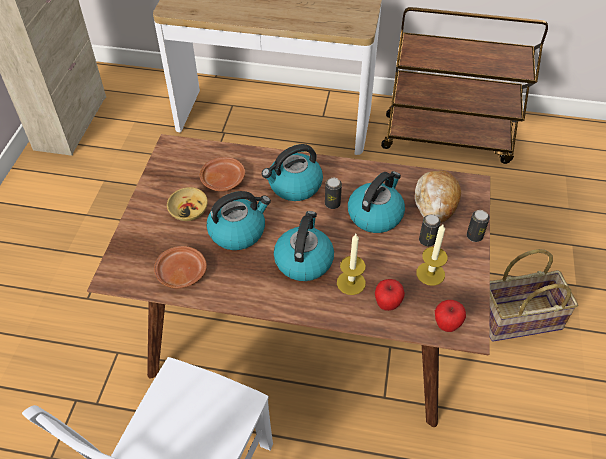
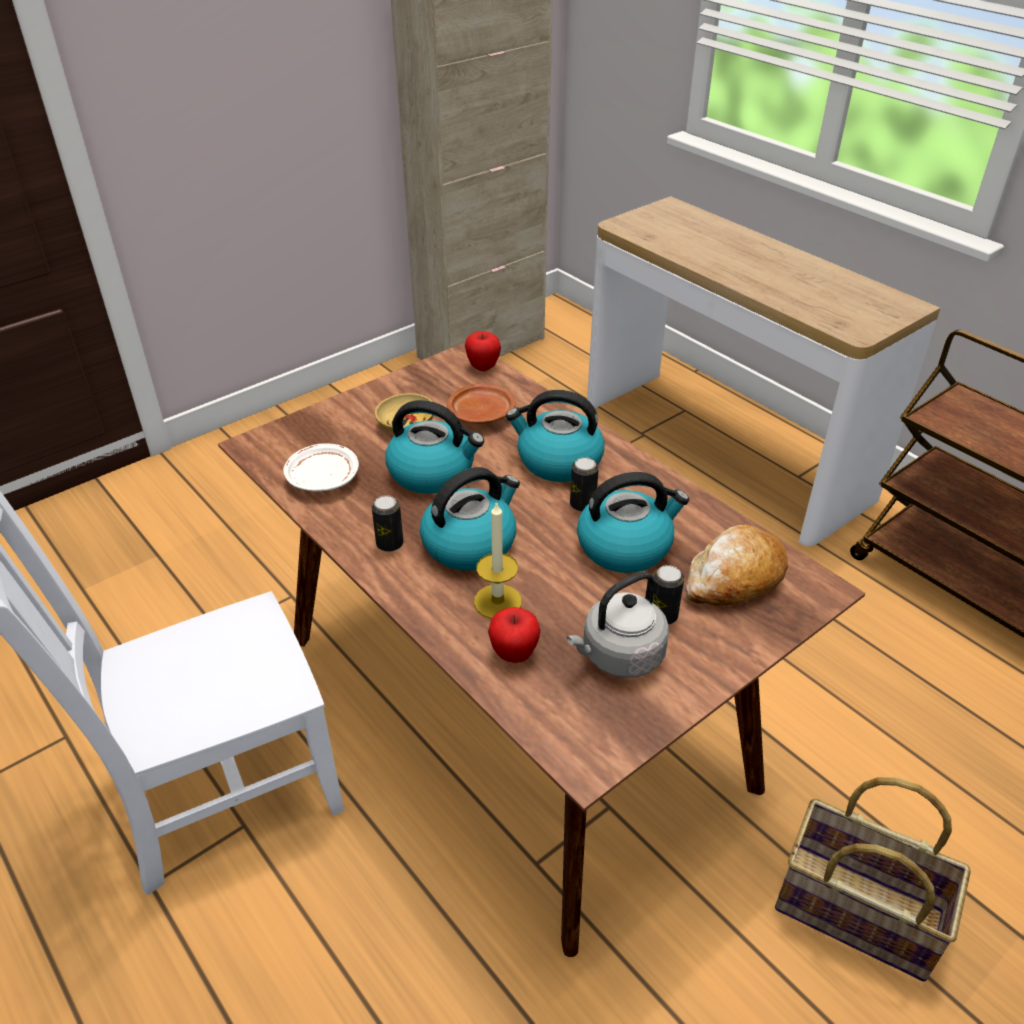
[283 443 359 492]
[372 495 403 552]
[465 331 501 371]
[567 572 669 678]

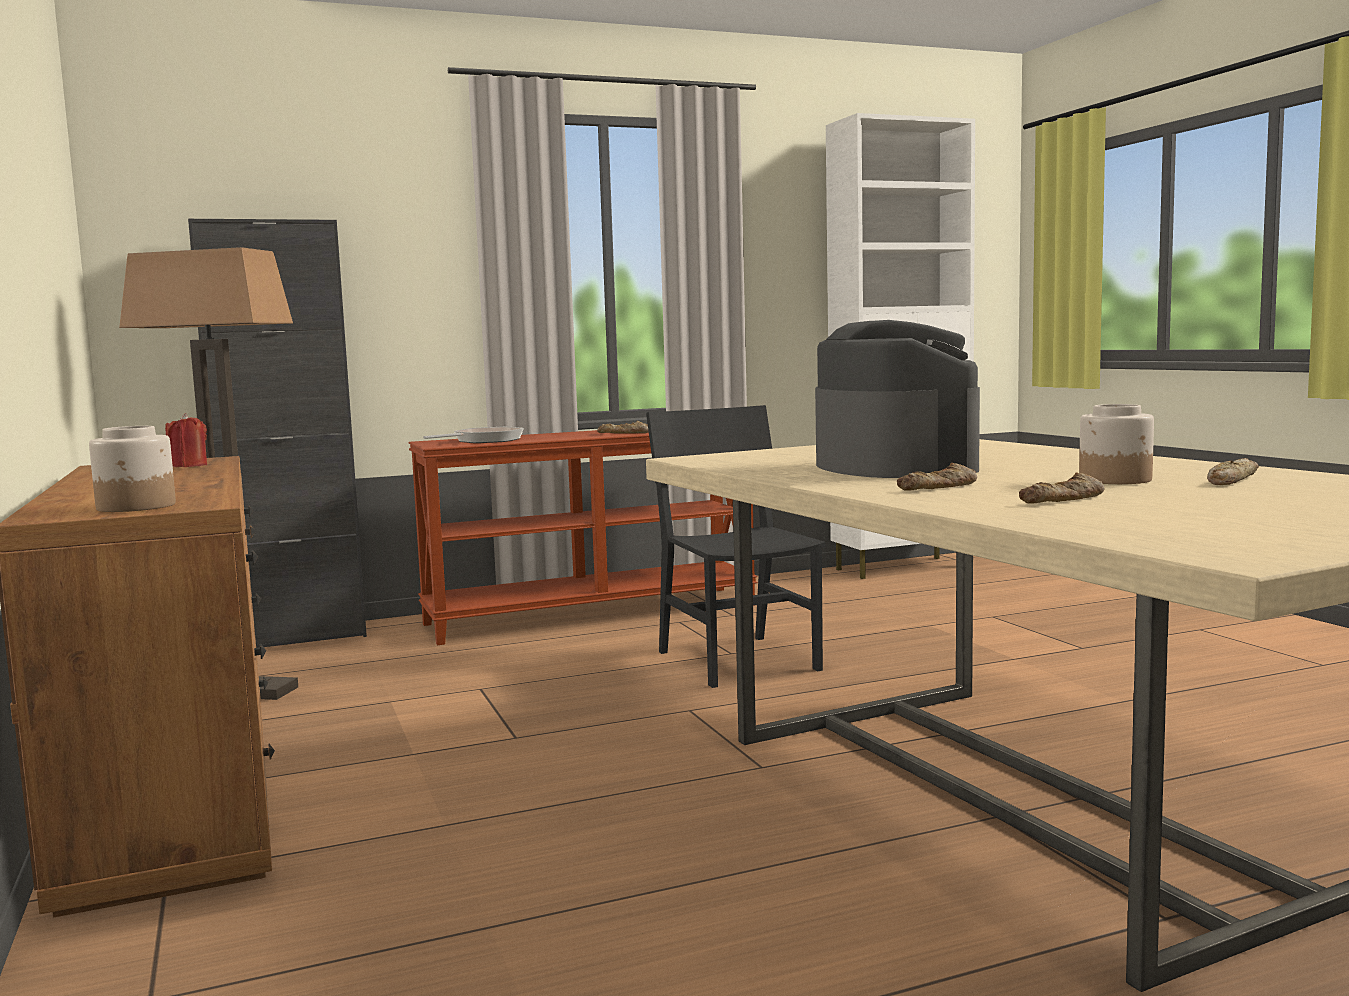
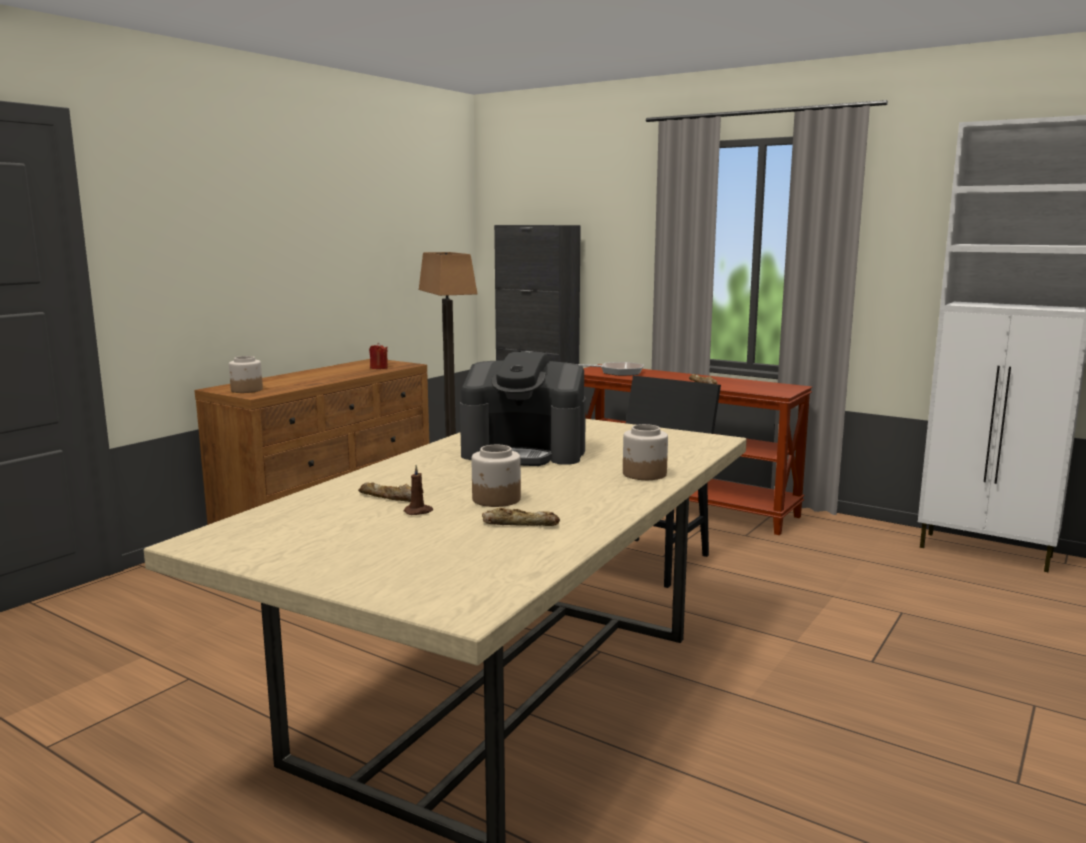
[404 465 433 515]
[460 352 586 466]
[623 424 668 480]
[897 463 977 491] (first image)

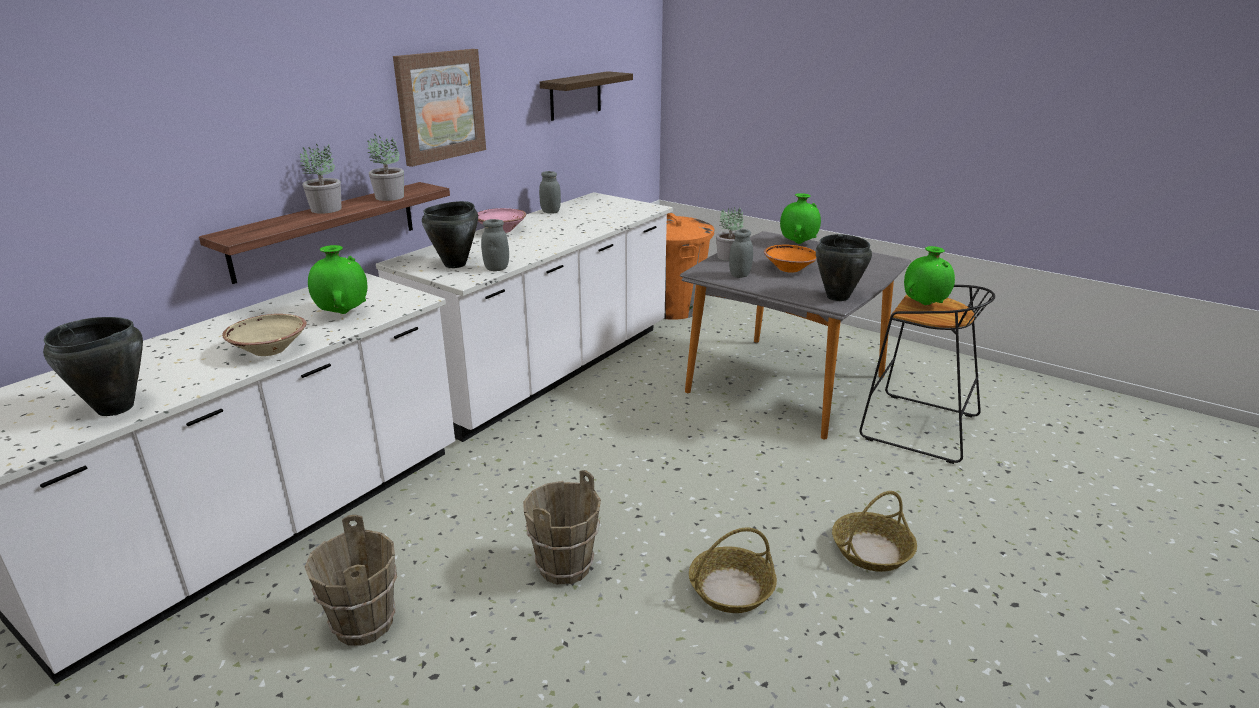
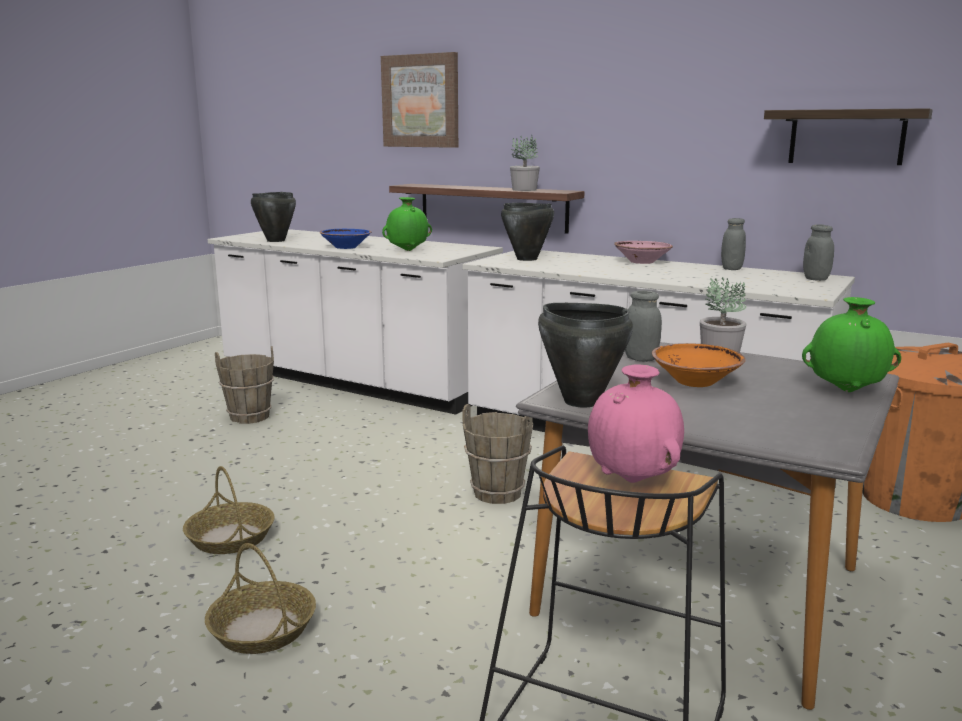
[320 229 371 249]
[381 52 458 148]
[463 404 533 504]
[588 364 684 483]
[803 224 834 281]
[300 144 341 214] (first image)

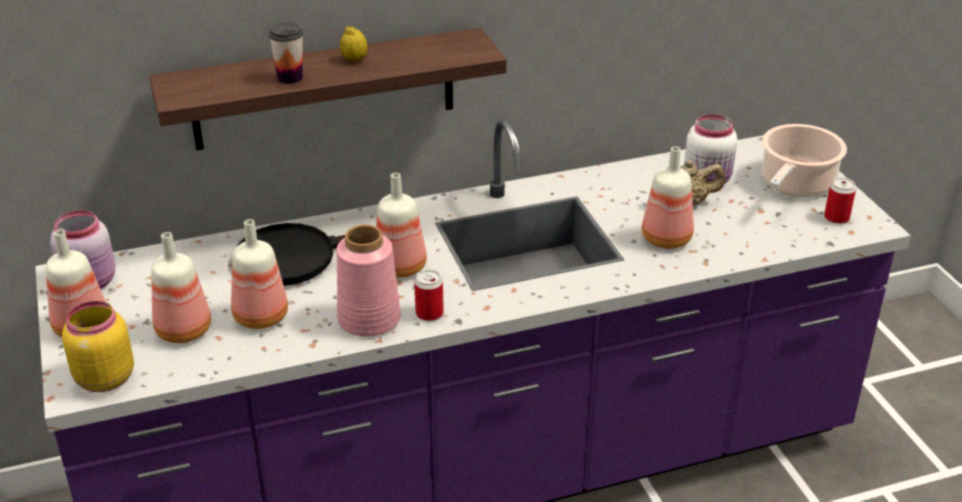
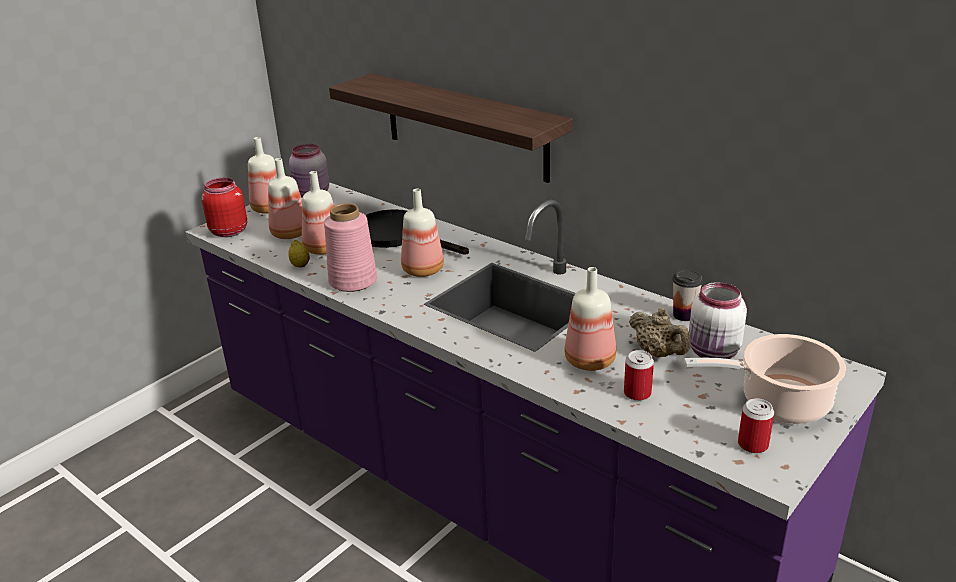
[201 178 247 237]
[288 240 310 268]
[624 350 654 401]
[673 269 703 321]

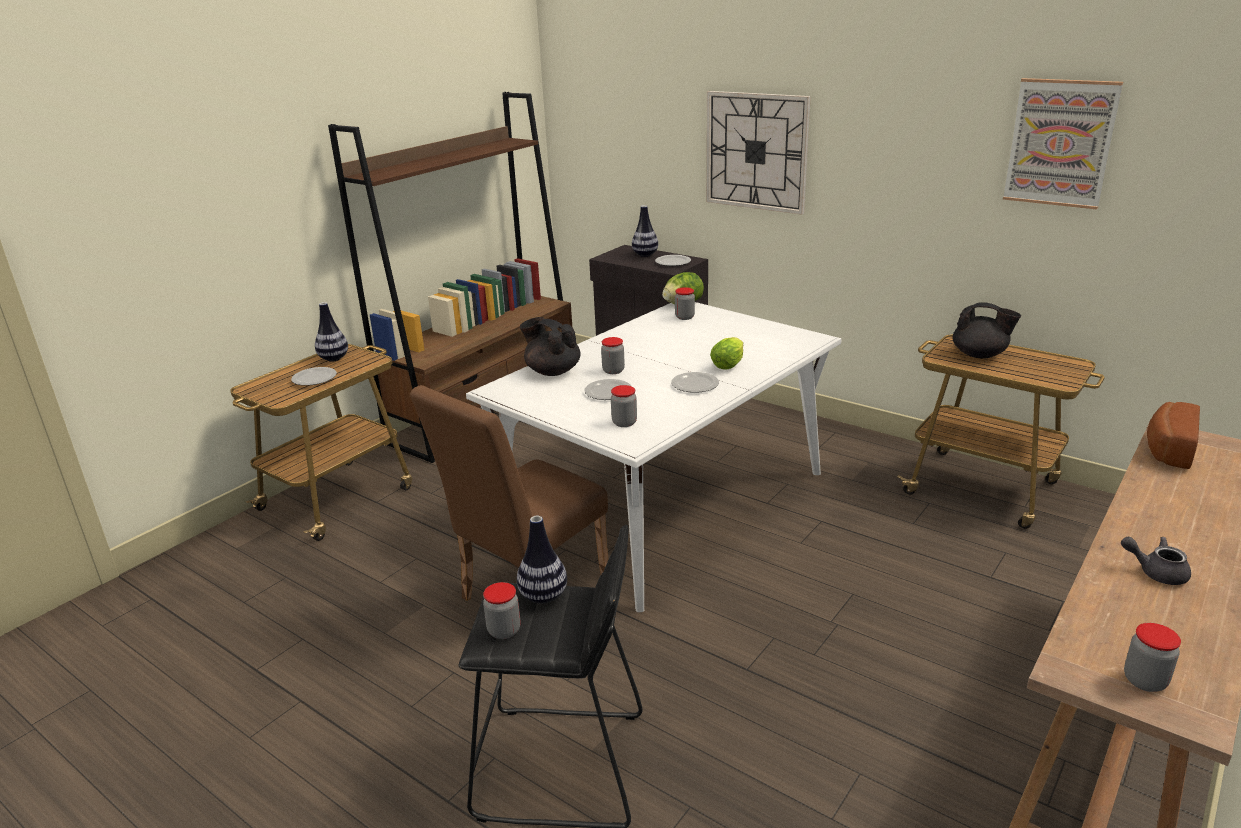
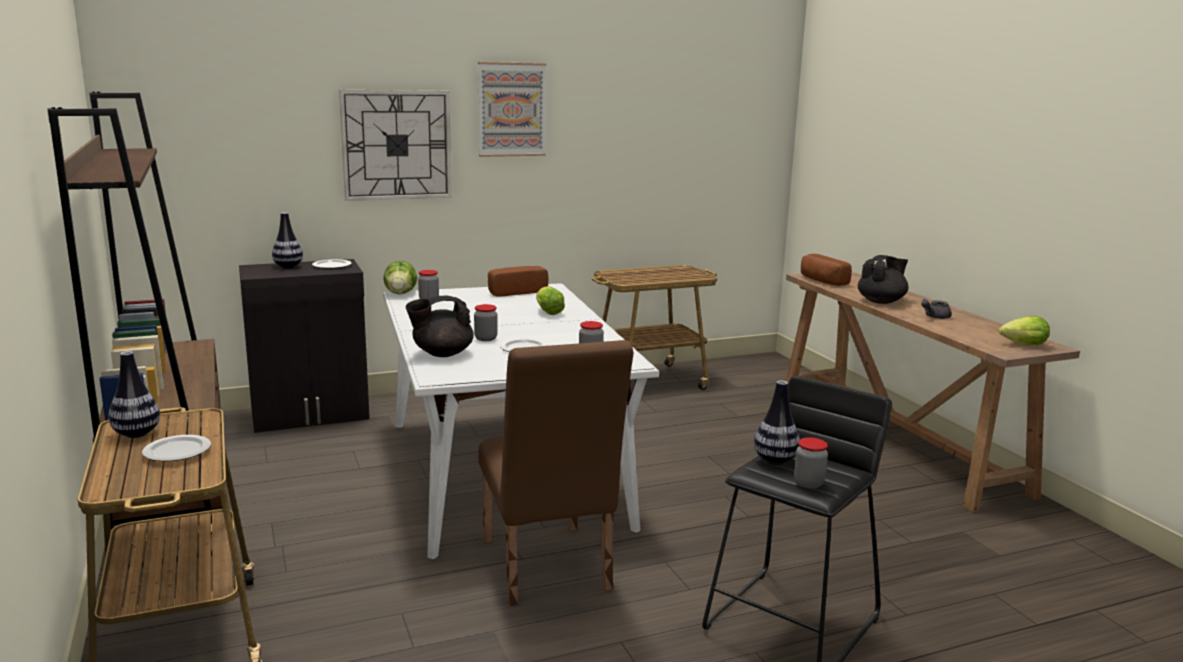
[478 62 546 157]
[488 266 549 297]
[858 255 909 304]
[999 316 1050 345]
[671 372 719 393] (first image)

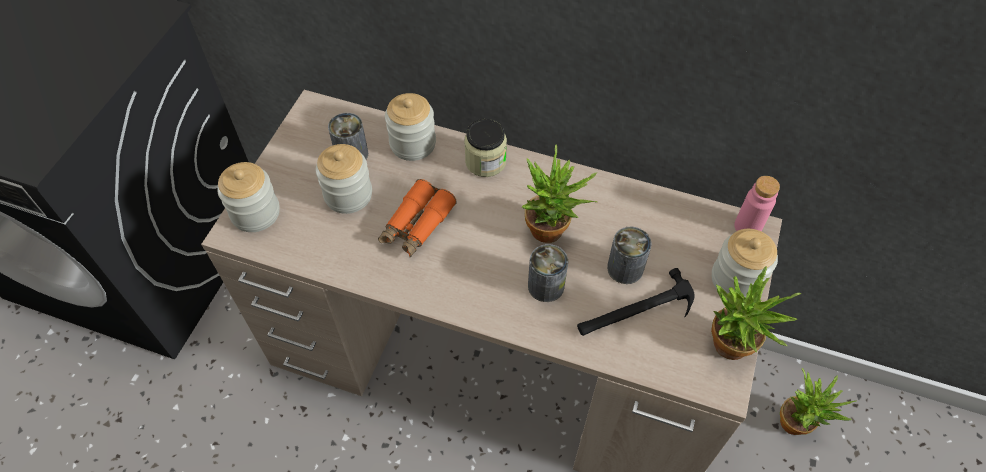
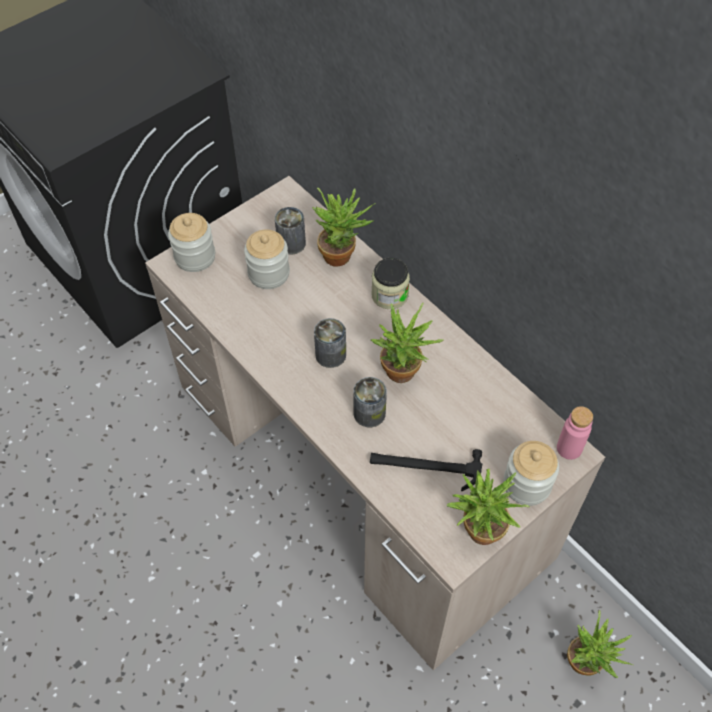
[312 187 376 267]
[314 318 346 368]
[378 179 457 257] (first image)

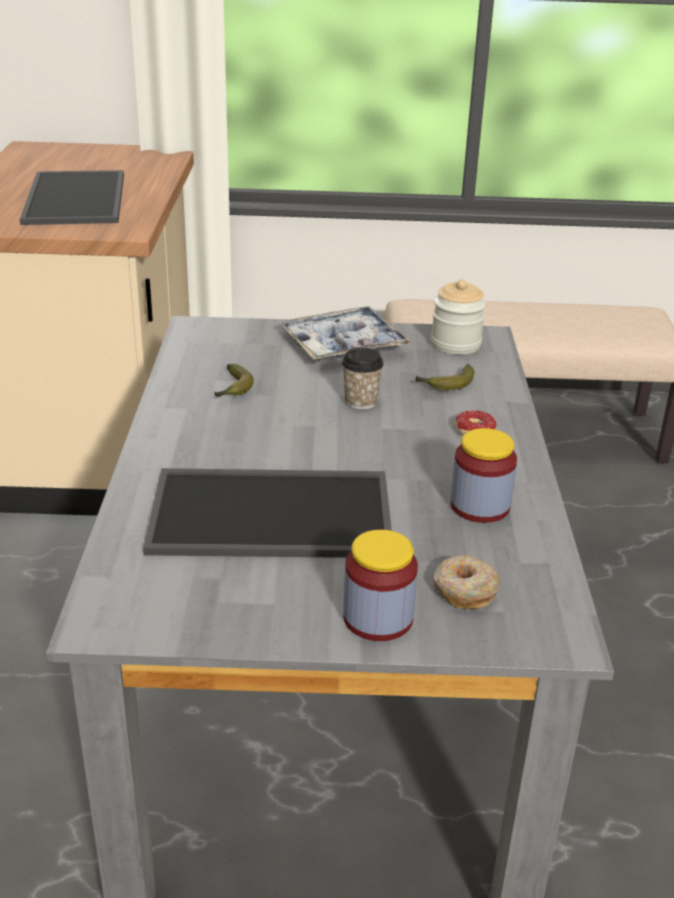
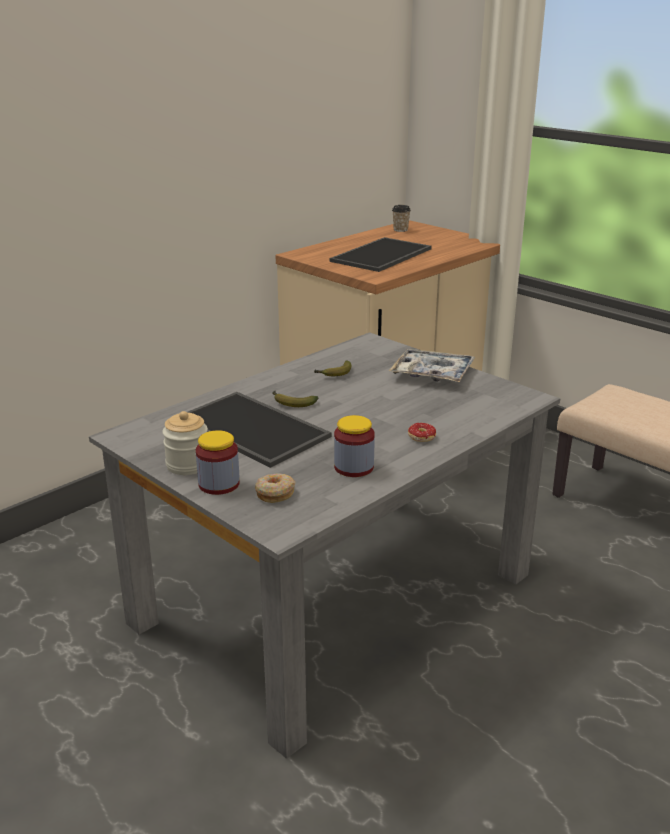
[162 411 208 475]
[272 391 319 407]
[392 205 411 232]

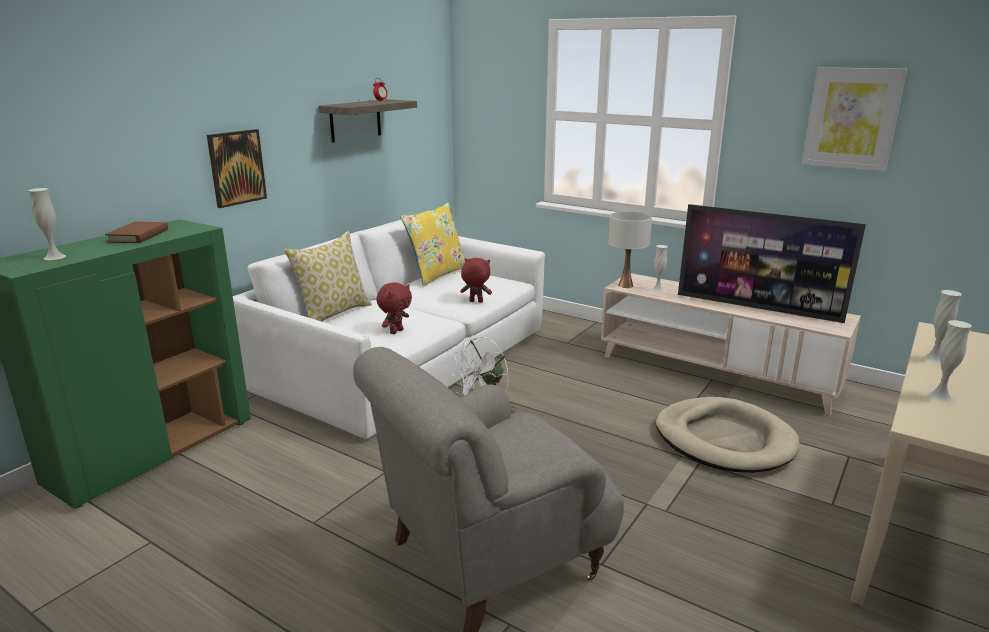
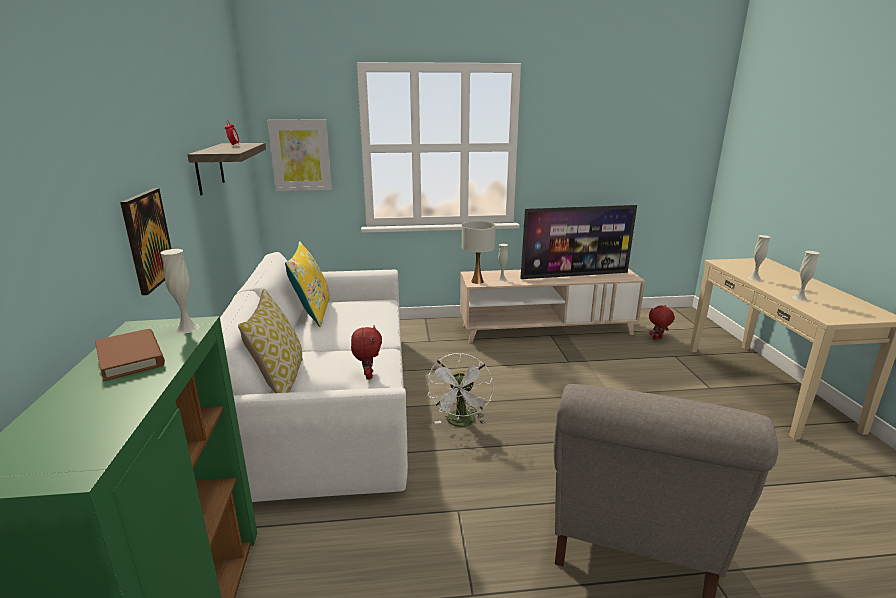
[160 249 200 334]
[267 119 332 191]
[649 305 675 340]
[655 397 799 473] (first image)

